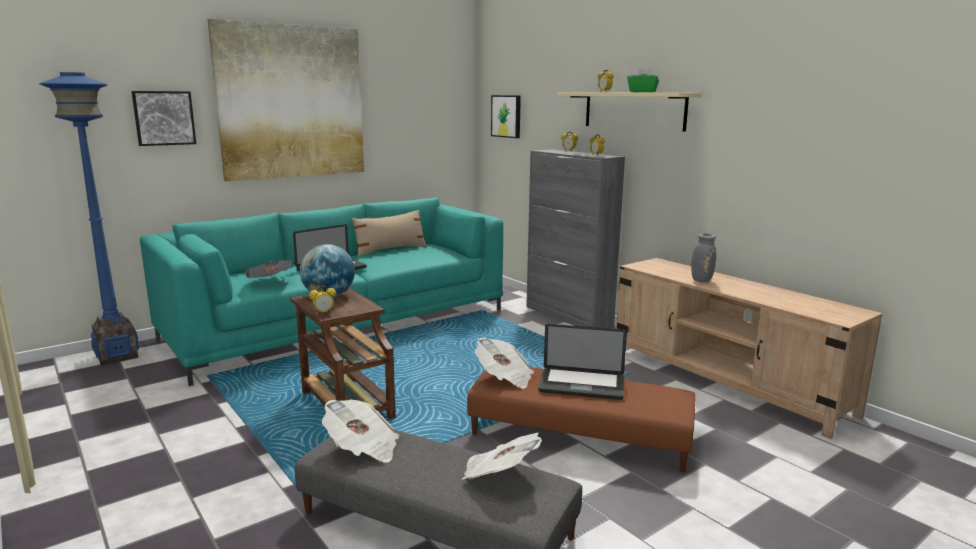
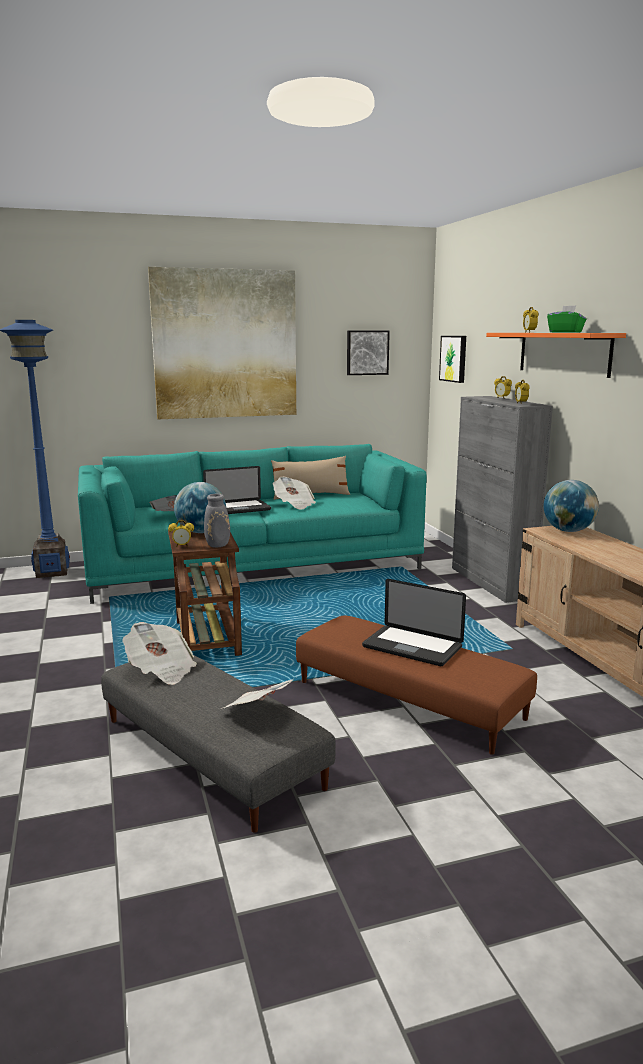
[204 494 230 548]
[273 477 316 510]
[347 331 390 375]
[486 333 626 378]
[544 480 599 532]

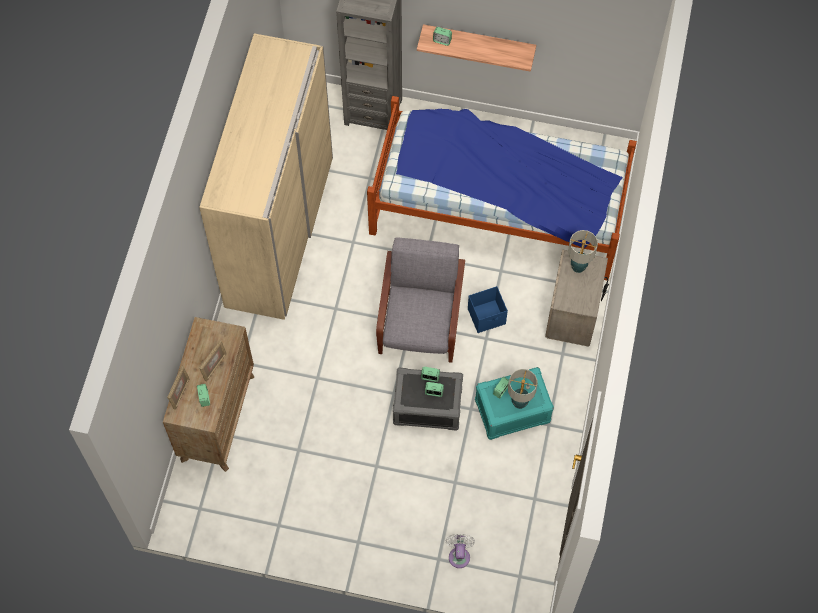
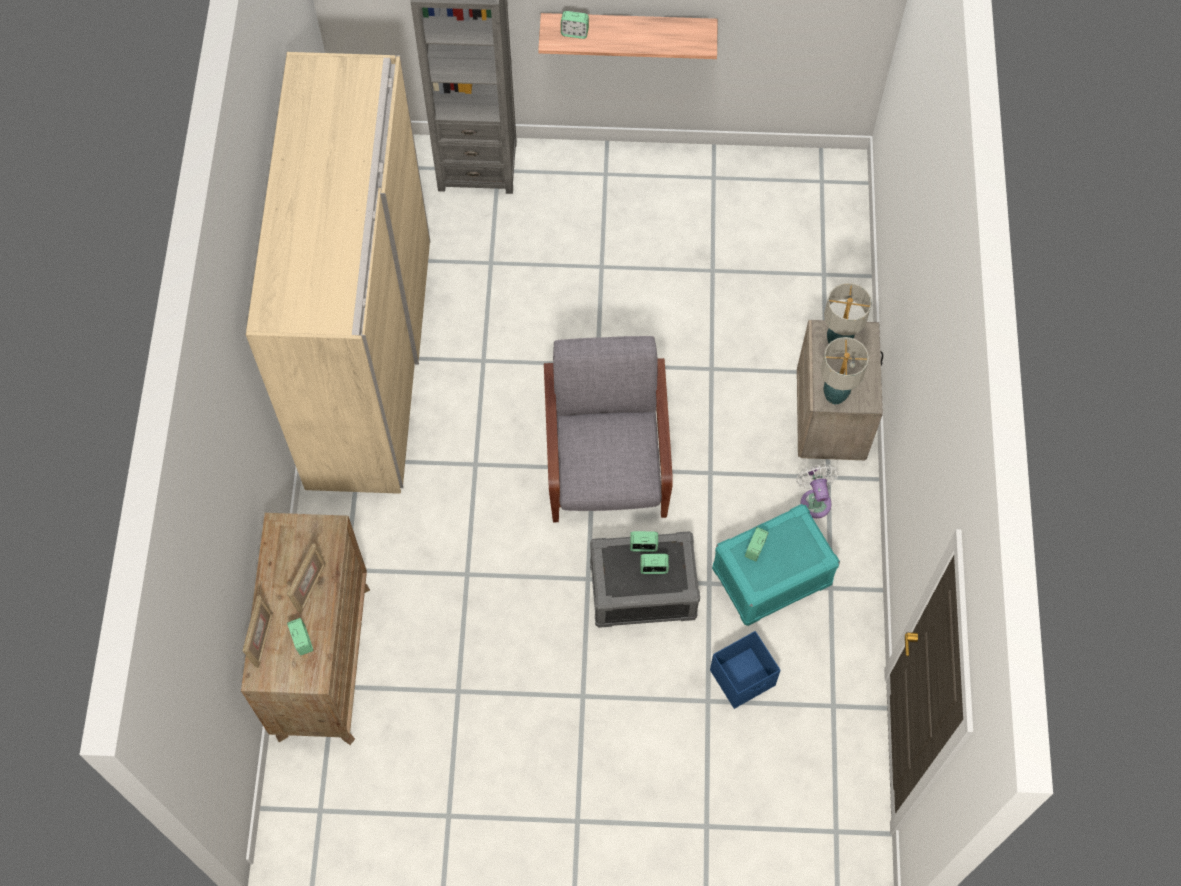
[710 631 781 709]
[796 464 839 518]
[820 337 869 405]
[367 96 637 280] (first image)

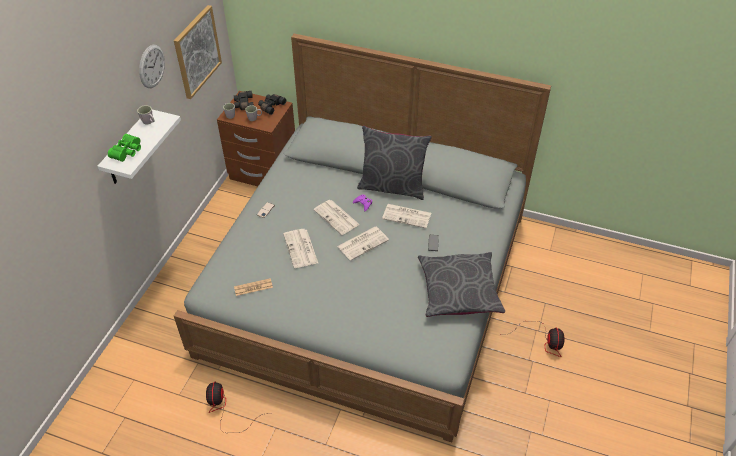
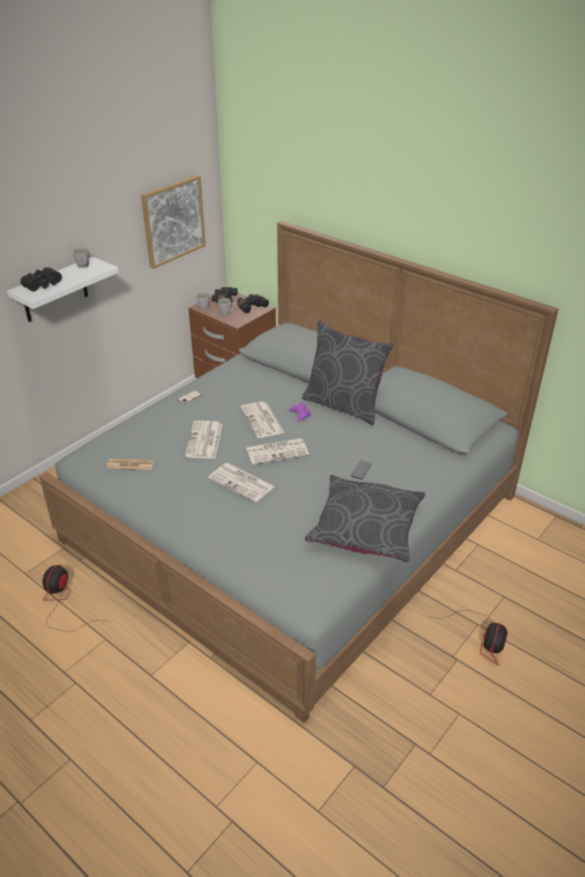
[20 267 62 291]
[208 463 275 502]
[139 44 165 88] (first image)

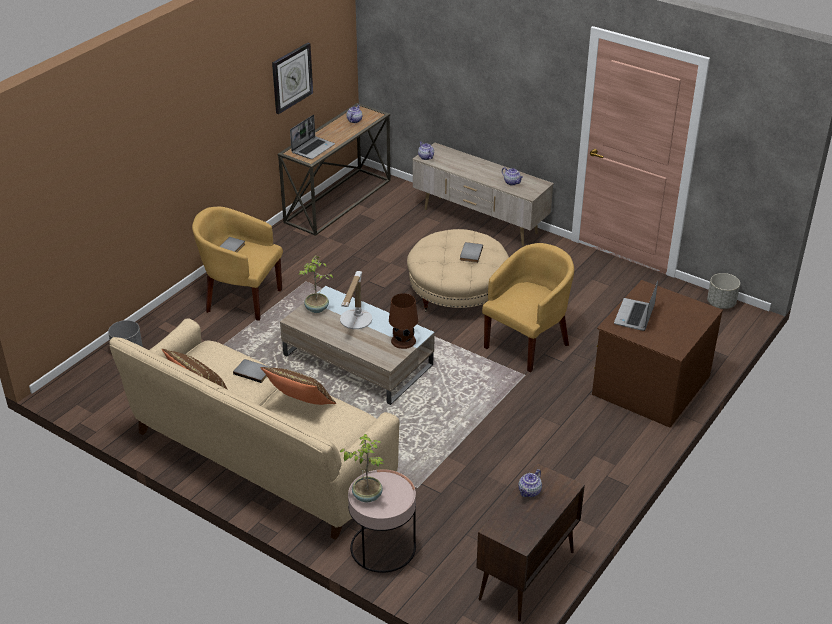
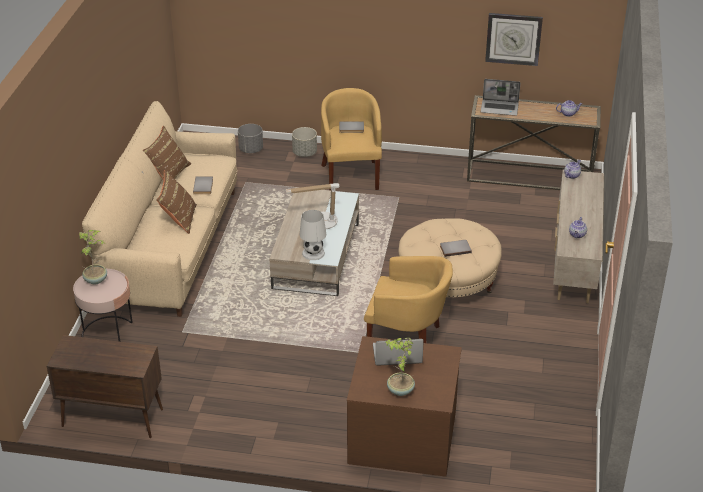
[292 127 317 157]
[300 210 326 260]
[385 338 415 396]
[518 469 542 497] (first image)

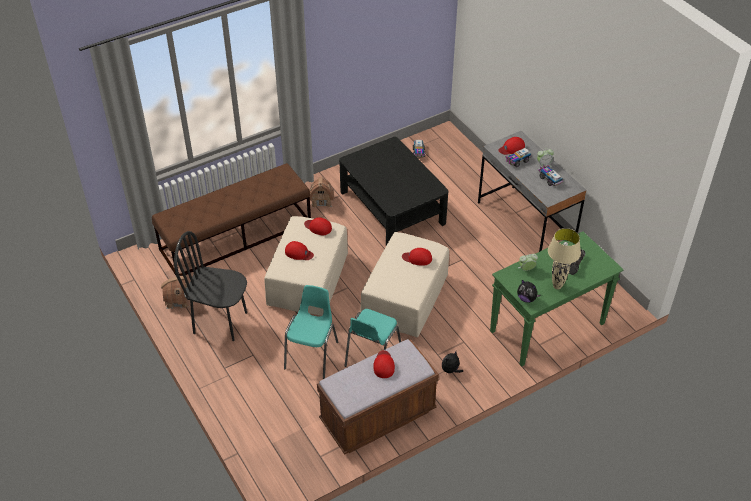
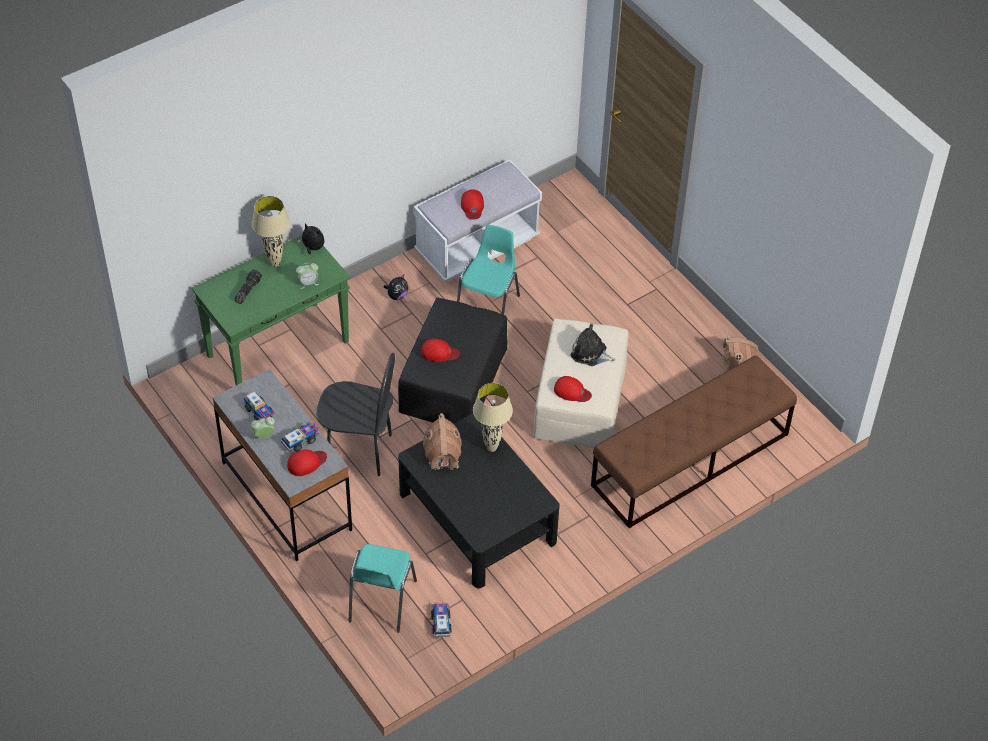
[316 353 395 476]
[349 544 417 633]
[398 297 508 424]
[413 160 542 282]
[423 413 462 470]
[473 383 513 452]
[571 324 615 366]

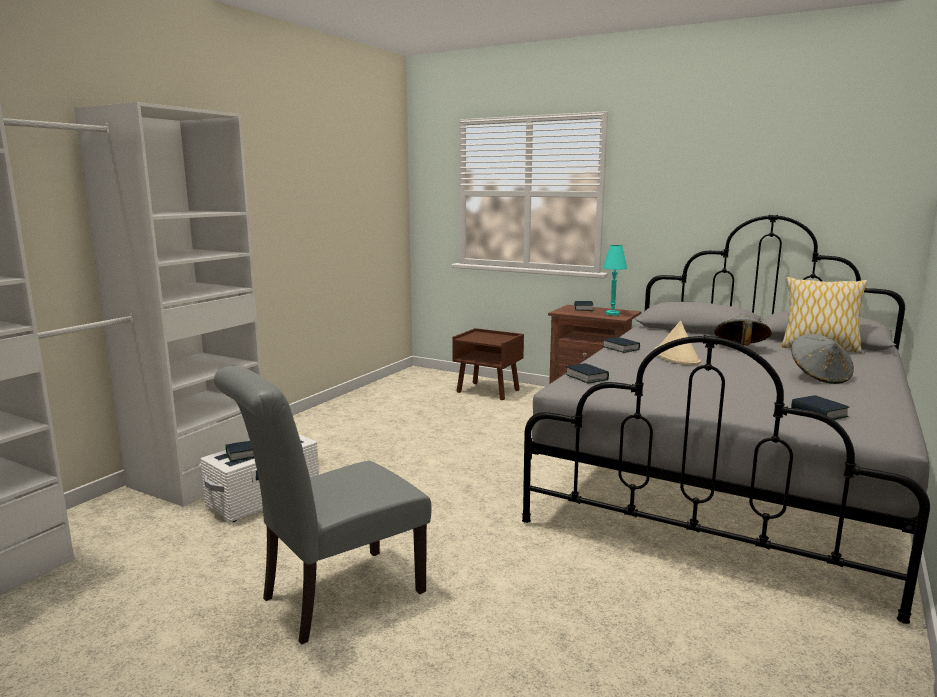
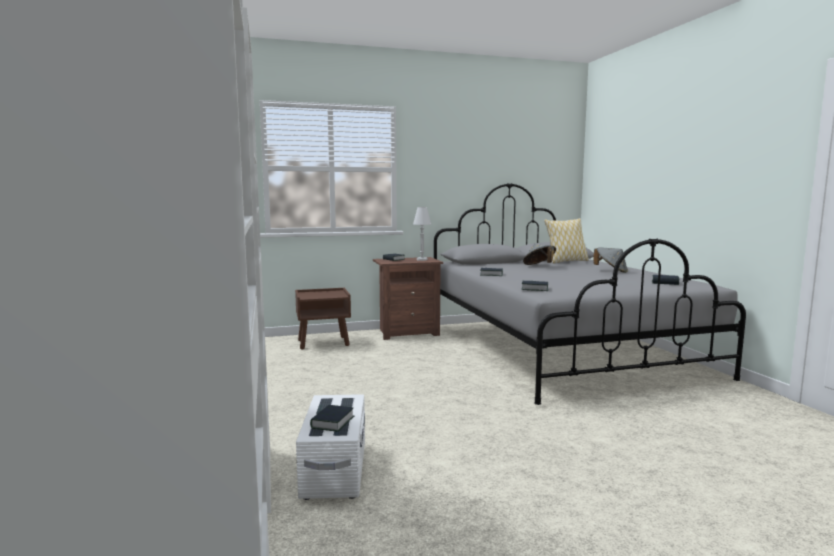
[413 207 431 261]
[214 366 431 645] (first image)
[654 321 701 366] (first image)

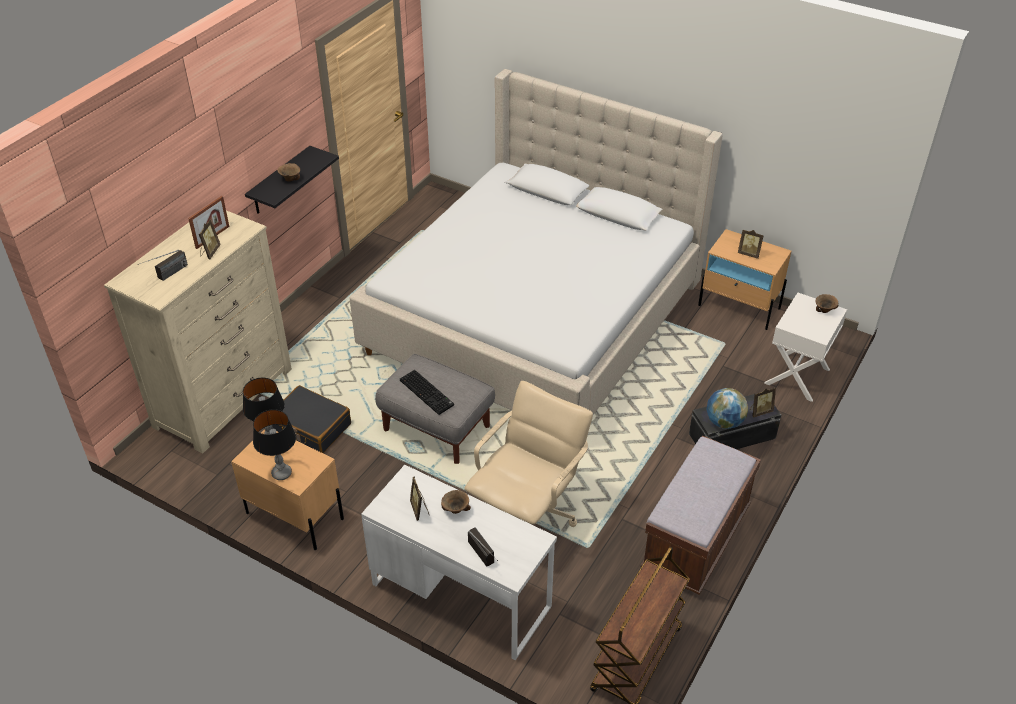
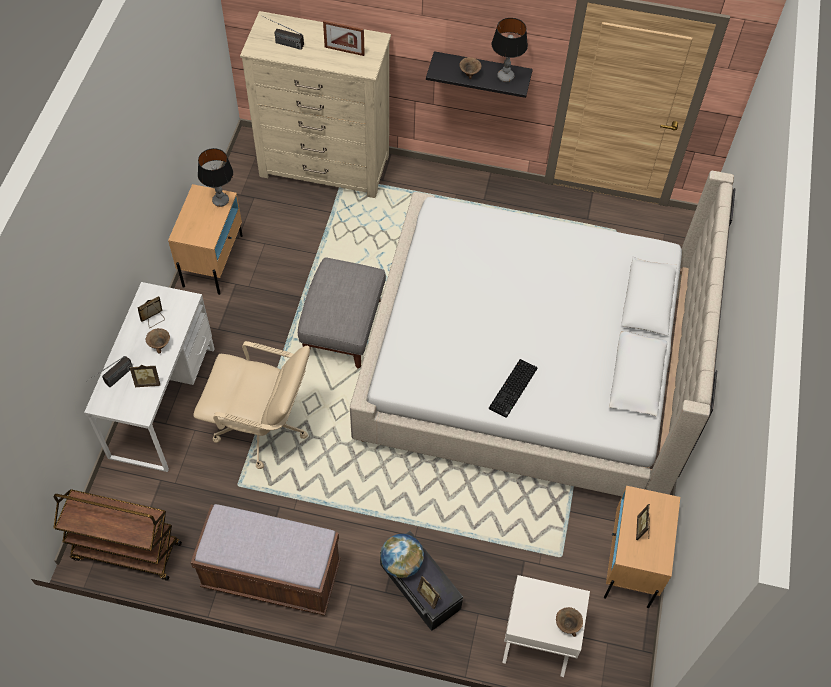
[130 365 160 387]
[489 359 538 418]
[492 18 528 82]
[272 385 351 453] (first image)

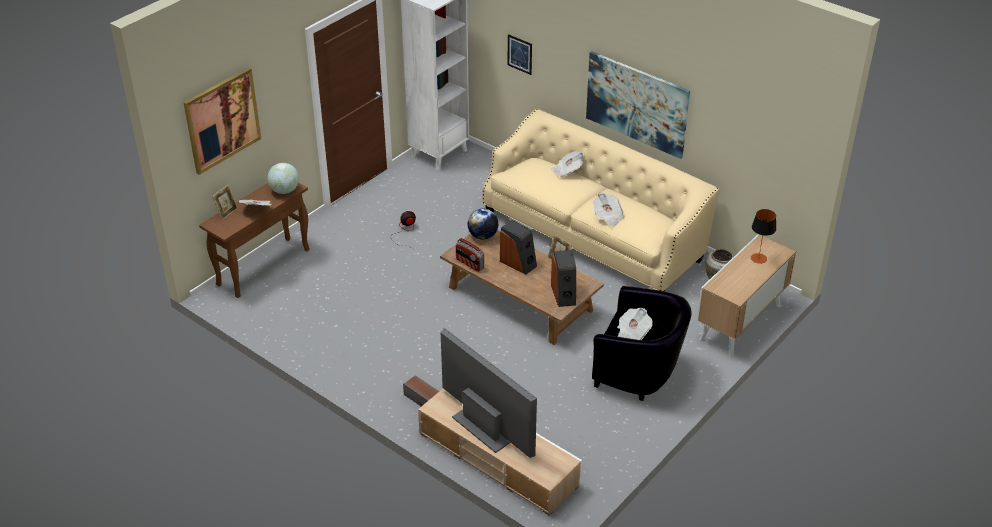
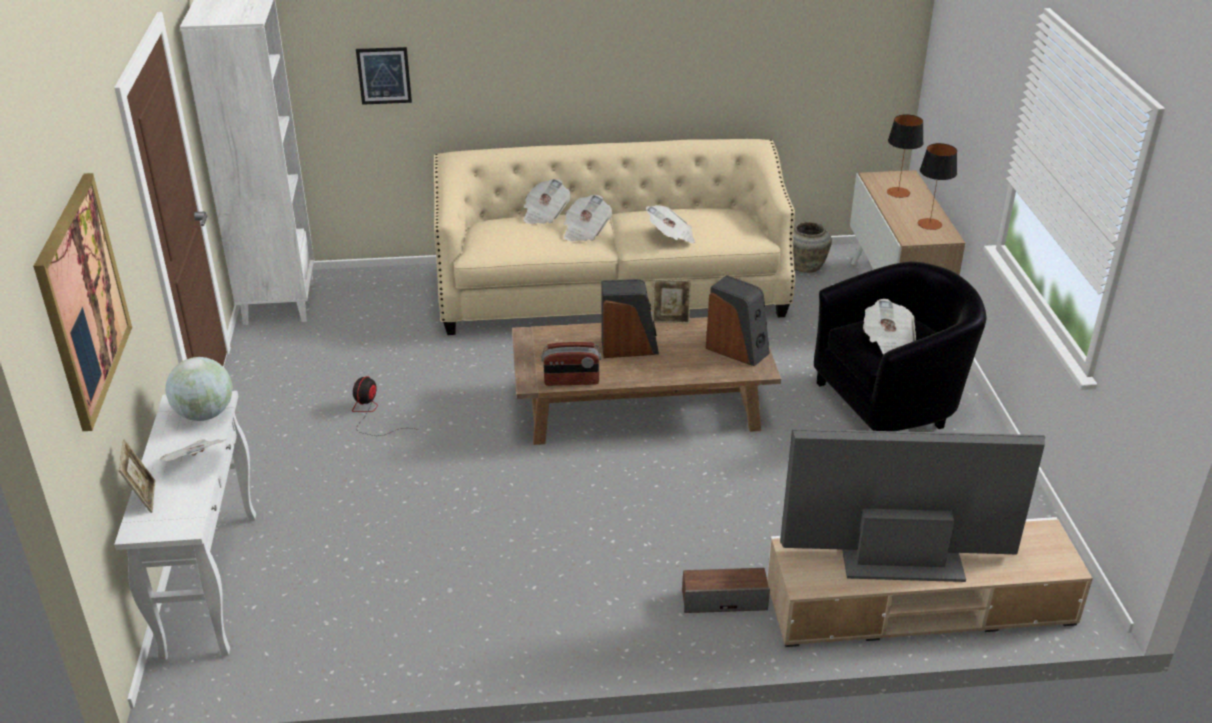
[114 391 256 660]
[563 195 612 241]
[918 143 957 230]
[467 209 498 239] (first image)
[586 51 690 159] (first image)

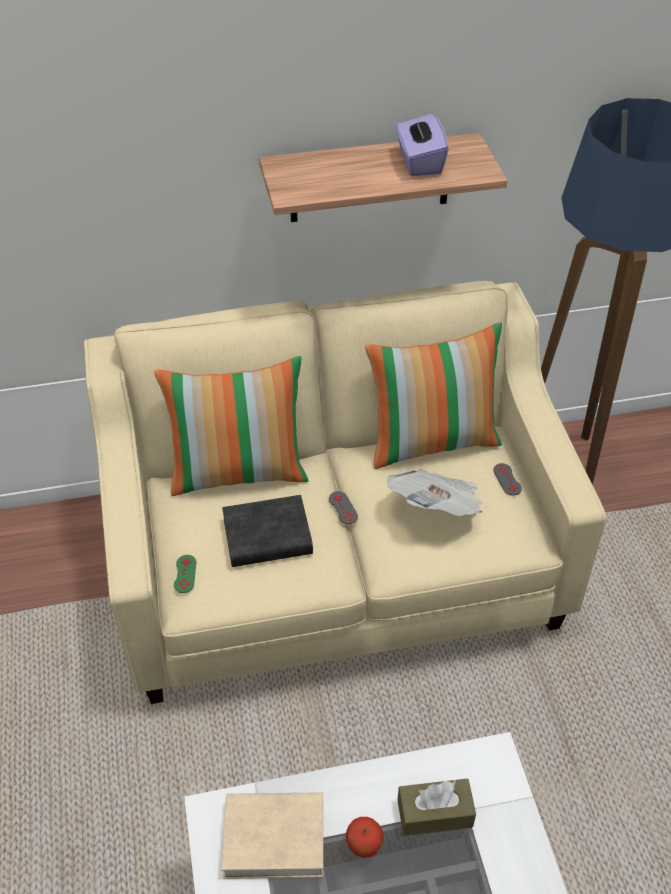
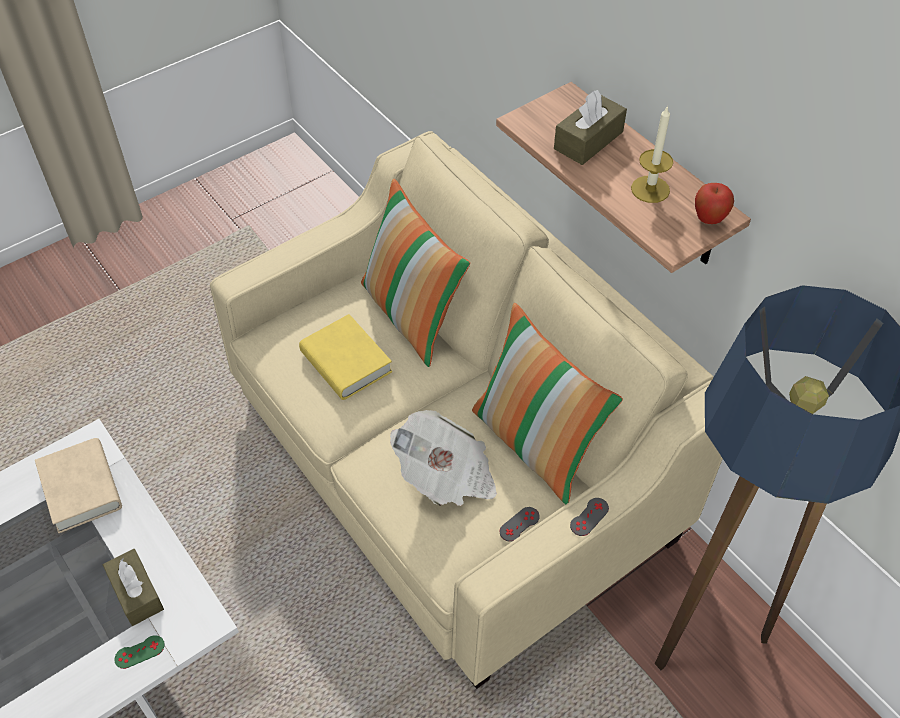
[114 635 165 669]
[299 314 392 400]
[554 90 627 165]
[570 498 609 536]
[631 105 673 203]
[695 183 734 224]

